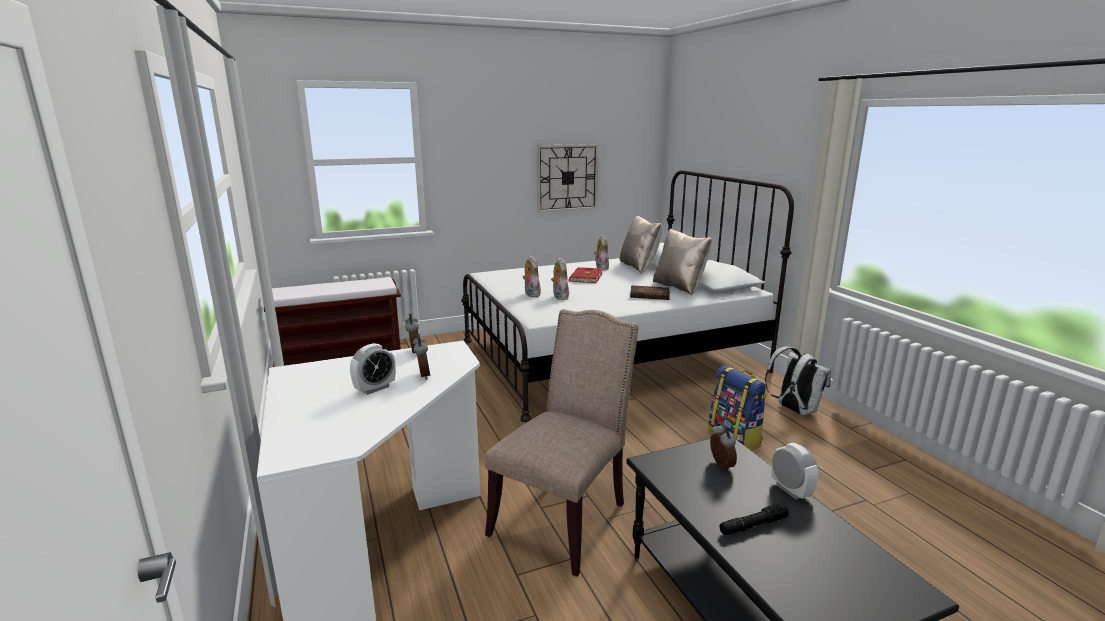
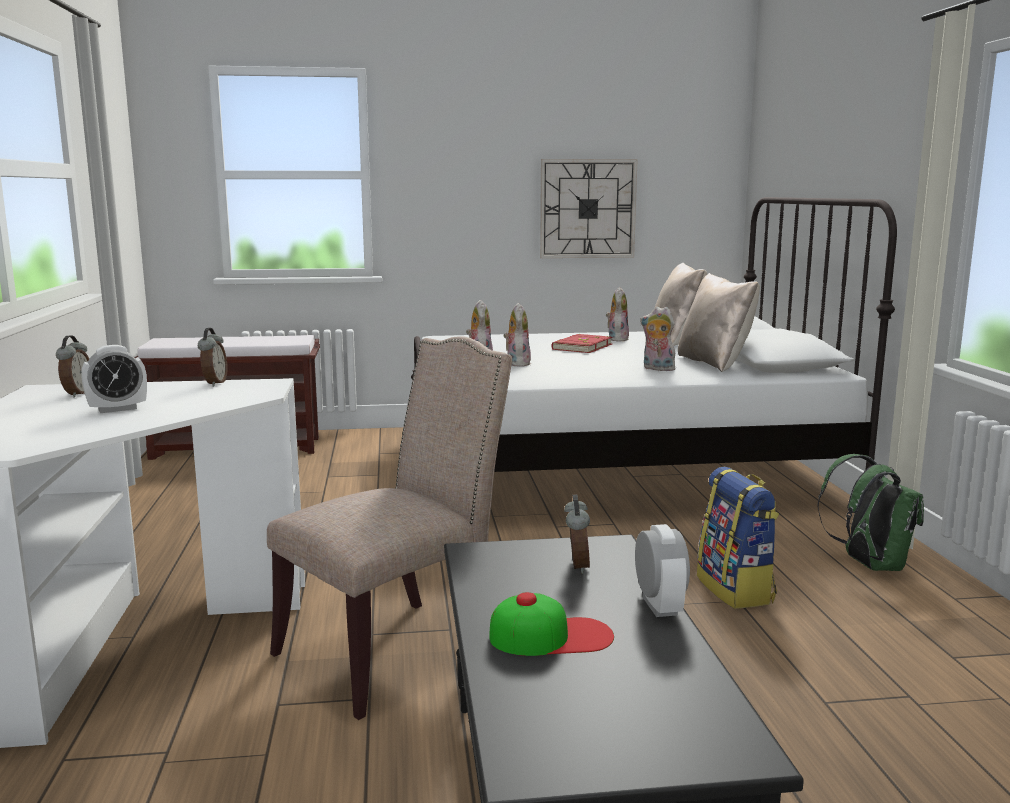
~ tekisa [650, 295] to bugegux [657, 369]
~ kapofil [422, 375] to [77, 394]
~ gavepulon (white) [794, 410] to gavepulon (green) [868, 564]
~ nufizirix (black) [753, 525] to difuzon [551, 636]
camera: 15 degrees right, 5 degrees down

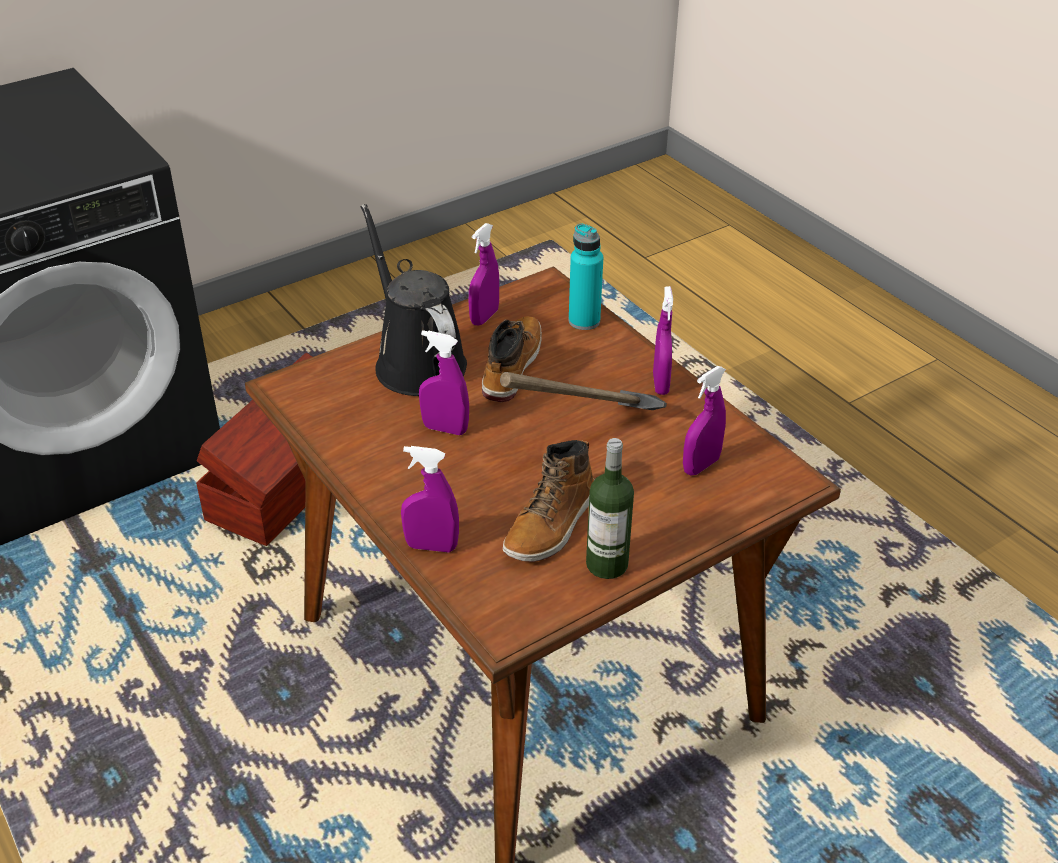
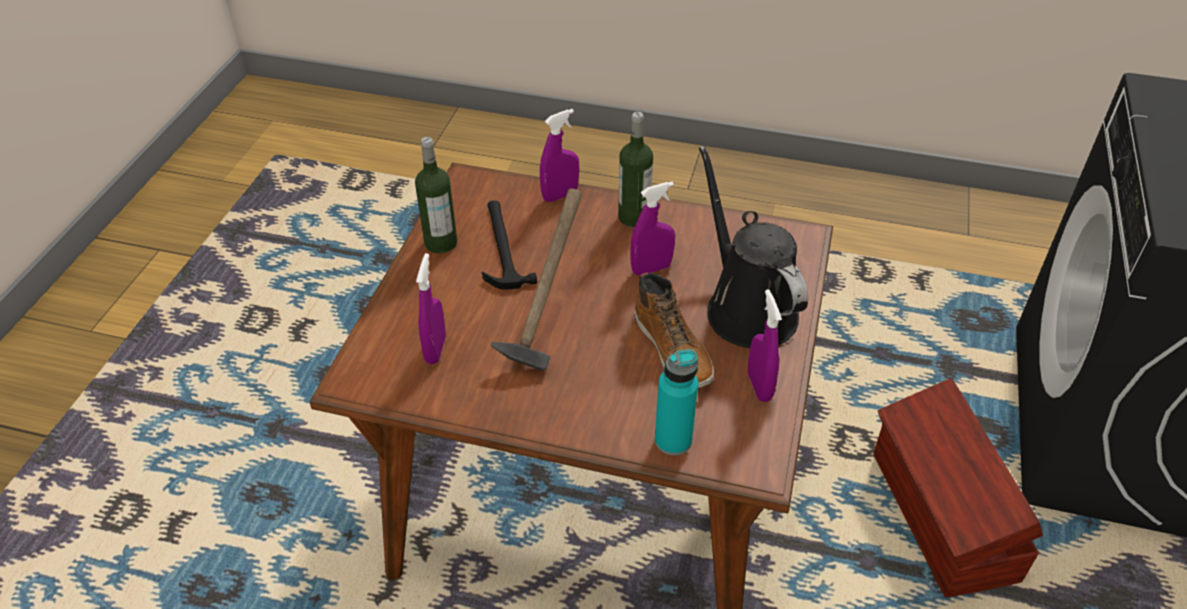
~ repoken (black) [416, 362] = [746, 308] 135 degrees counterclockwise
- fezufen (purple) [660, 384]
~ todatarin [551, 524] to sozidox [501, 247]
+ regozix [634, 217]
camera: 140 degrees right, 5 degrees up

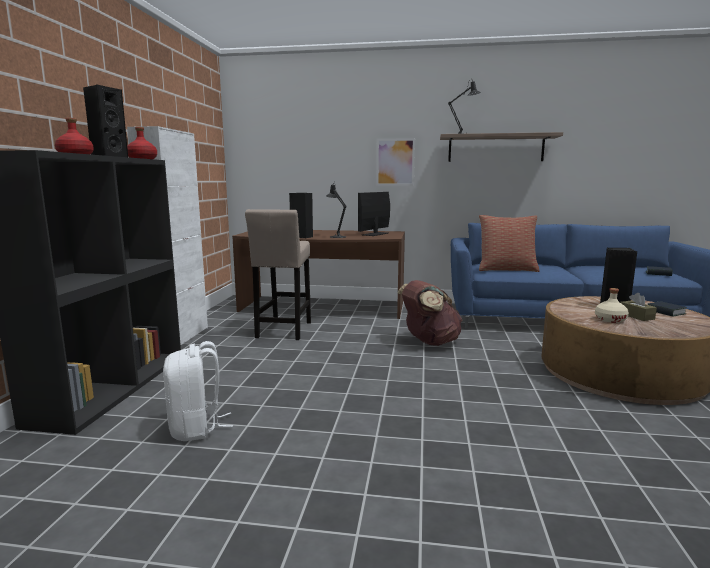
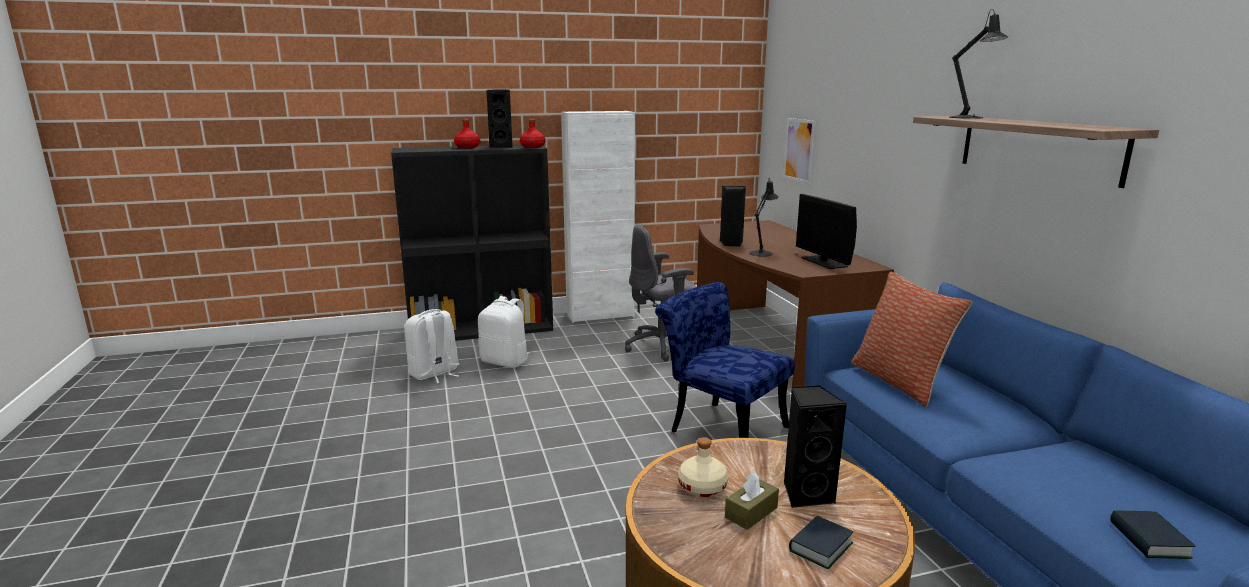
~ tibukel [395, 162] to [799, 150]
~ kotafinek [375, 234] = [823, 262] 120 degrees counterclockwise
~ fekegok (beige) [283, 331] to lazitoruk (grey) [662, 346]
~ gavepulon (brown) [429, 342] to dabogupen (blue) [720, 427]
+ gavepulon (white) [505, 362]
camera: 65 degrees right, 5 degrees up

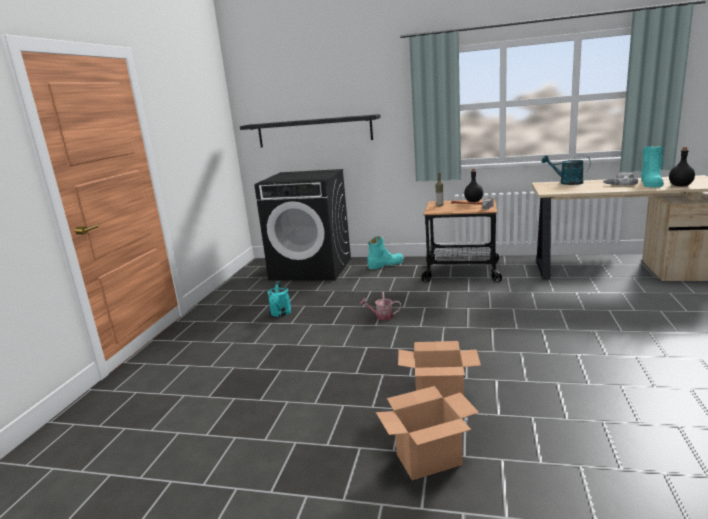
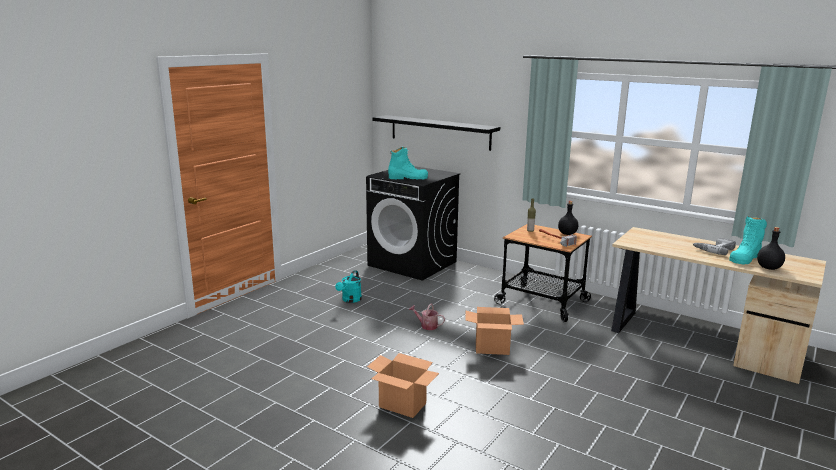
- repoken (turquoise) [566, 183]
~ todatarin (turquoise) [385, 264] to [408, 178]
~ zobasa [429, 459] to [492, 348]
camera: 20 degrees right, 0 degrees up

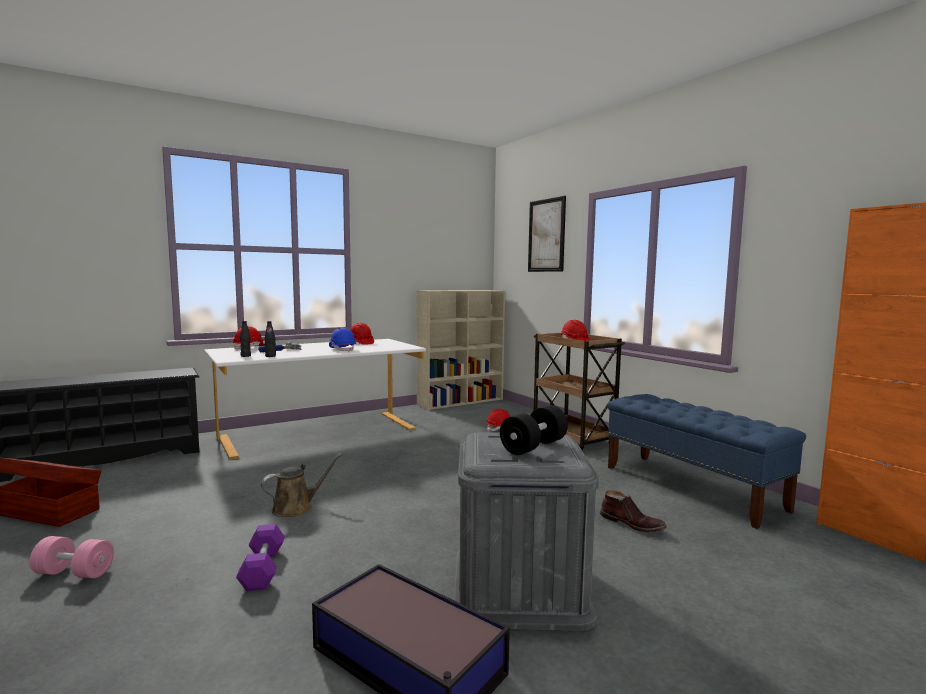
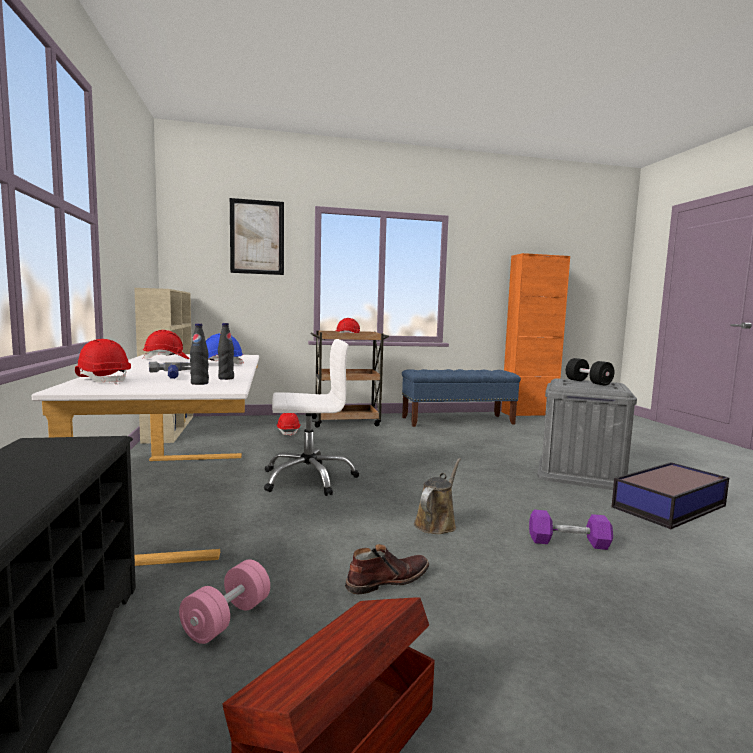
~ repoken (brown) [296, 508] = [436, 523] 45 degrees clockwise
~ todatarin (brown) [632, 524] to [387, 580]
~ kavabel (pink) [74, 573] to [227, 619]
+ lazitoruk (white) [308, 478]
camera: 70 degrees left, 0 degrees up

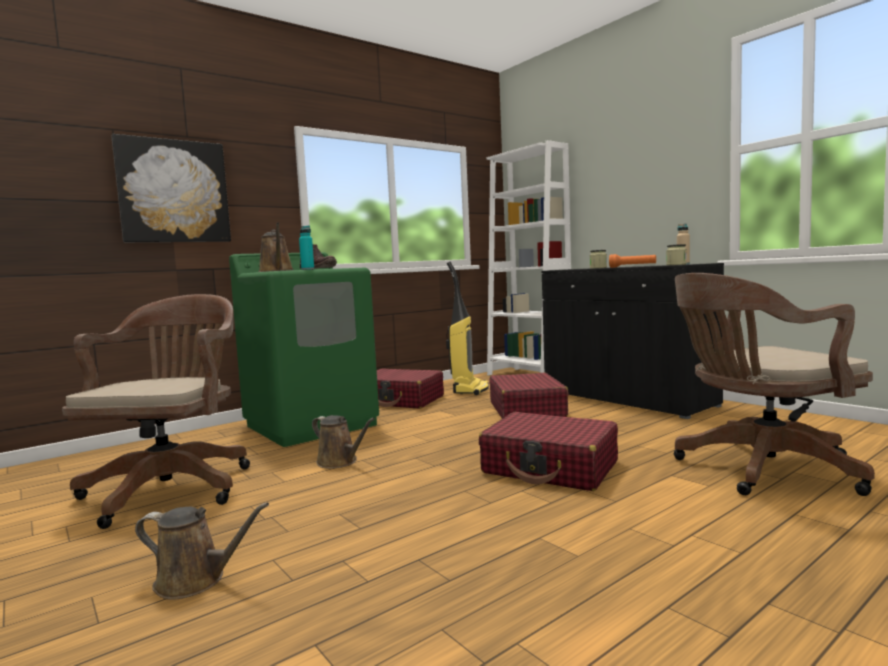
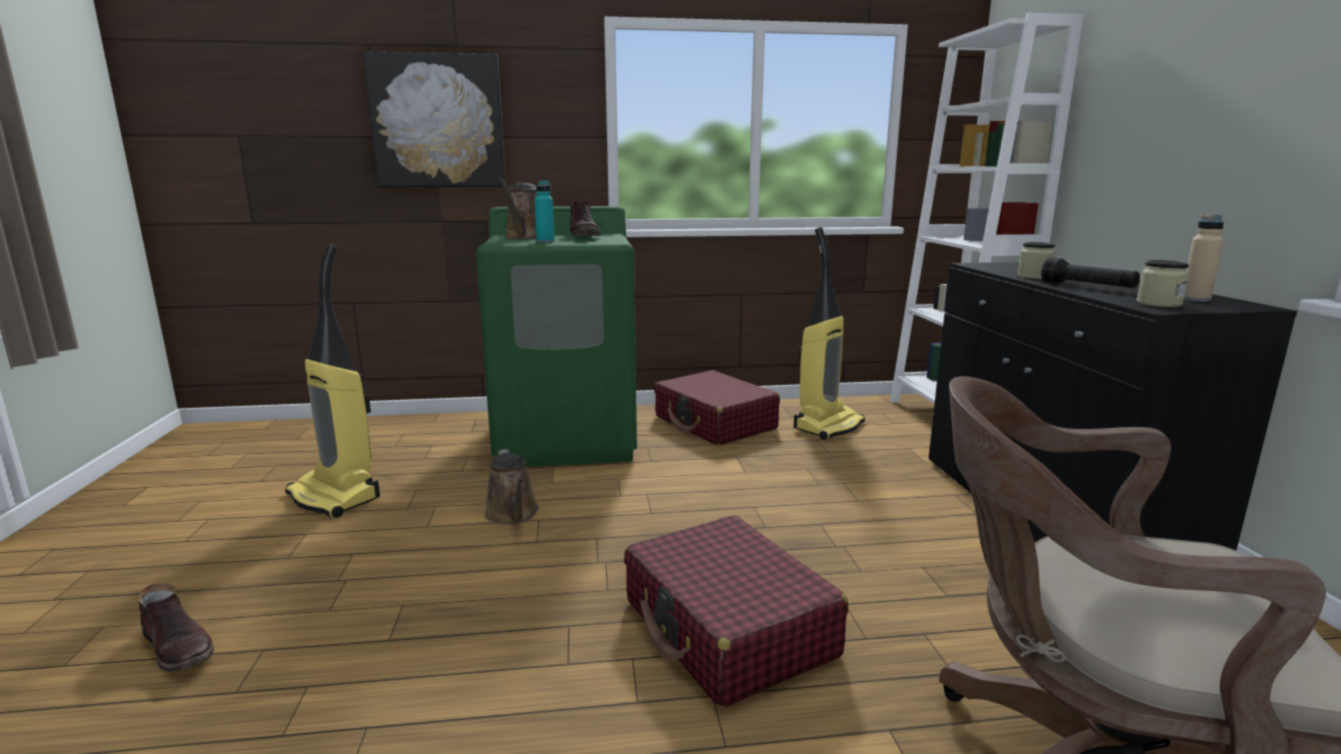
~ nufizirix (orange) [632, 266] to nufizirix (black) [1087, 287]
~ lazitoruk (brown) [173, 487] to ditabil [336, 496]
- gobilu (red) [527, 409]
~ repoken (brown) [196, 581] to todatarin (brown) [179, 647]
camera: 30 degrees right, 10 degrees up

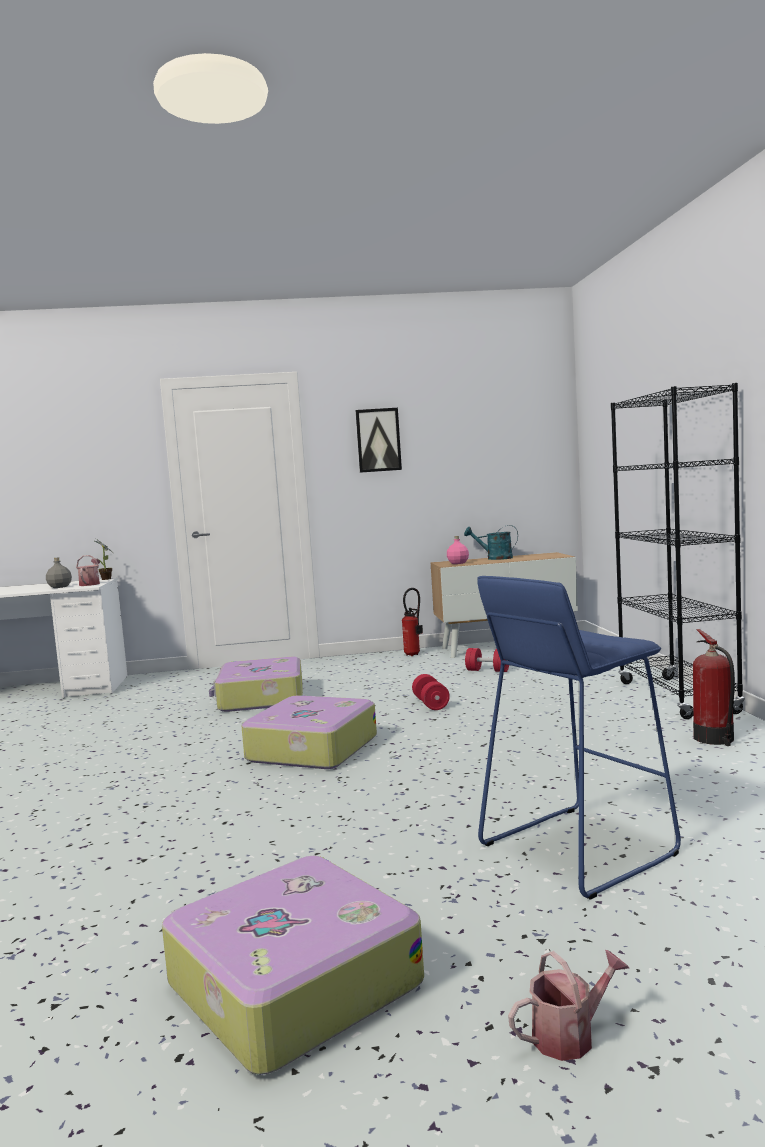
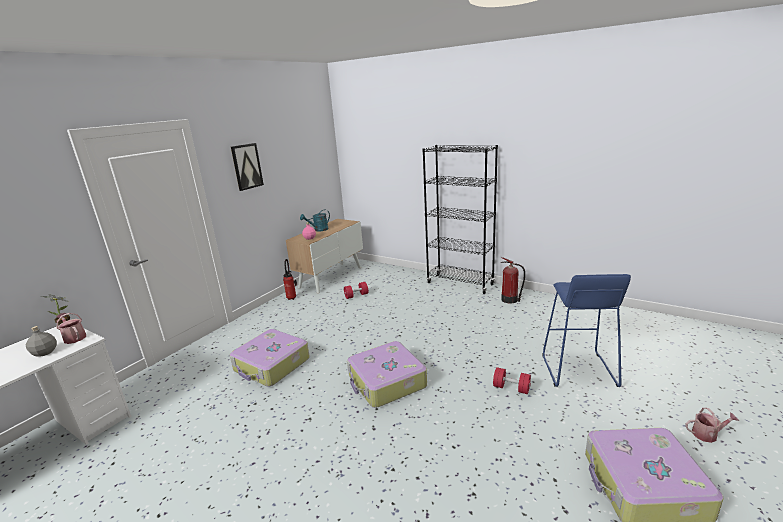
~ kavabel (red) [431, 704] to [511, 388]
~ repoken [570, 1035] = [707, 434] 75 degrees clockwise
camera: 50 degrees left, 15 degrees up

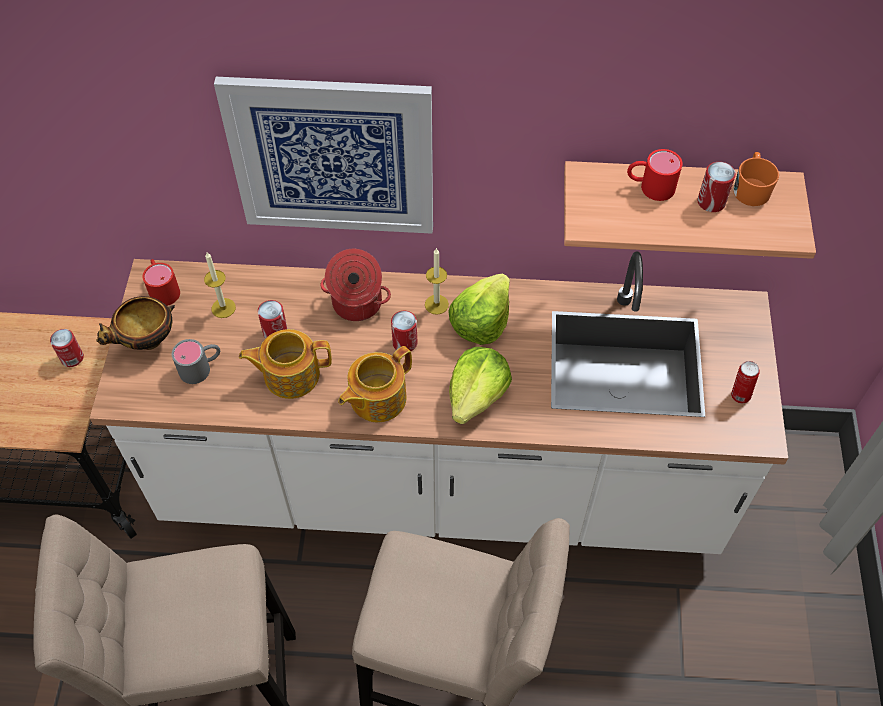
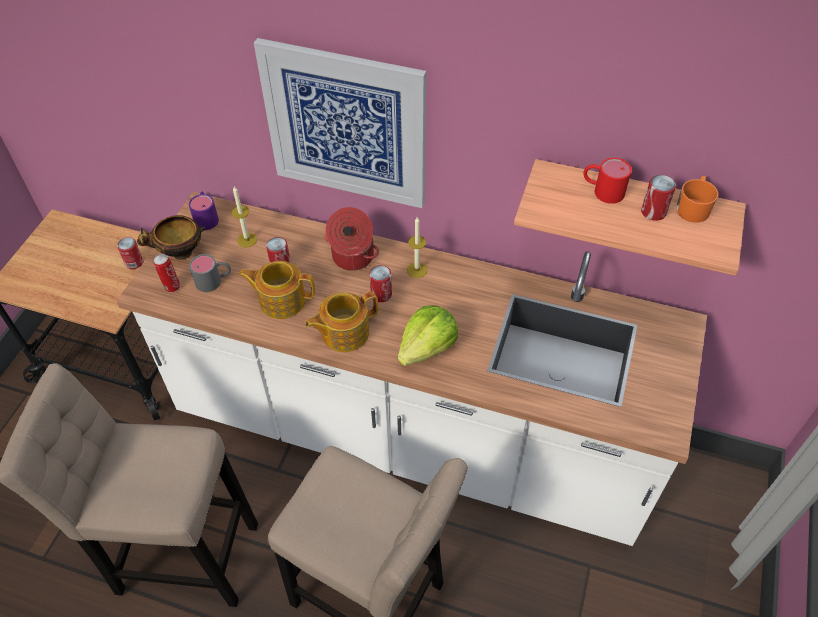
~ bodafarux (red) [163, 288] to bodafarux (purple) [206, 217]
- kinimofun [480, 321]
~ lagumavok [739, 395] to [171, 286]
camera: 15 degrees right, 5 degrees down

